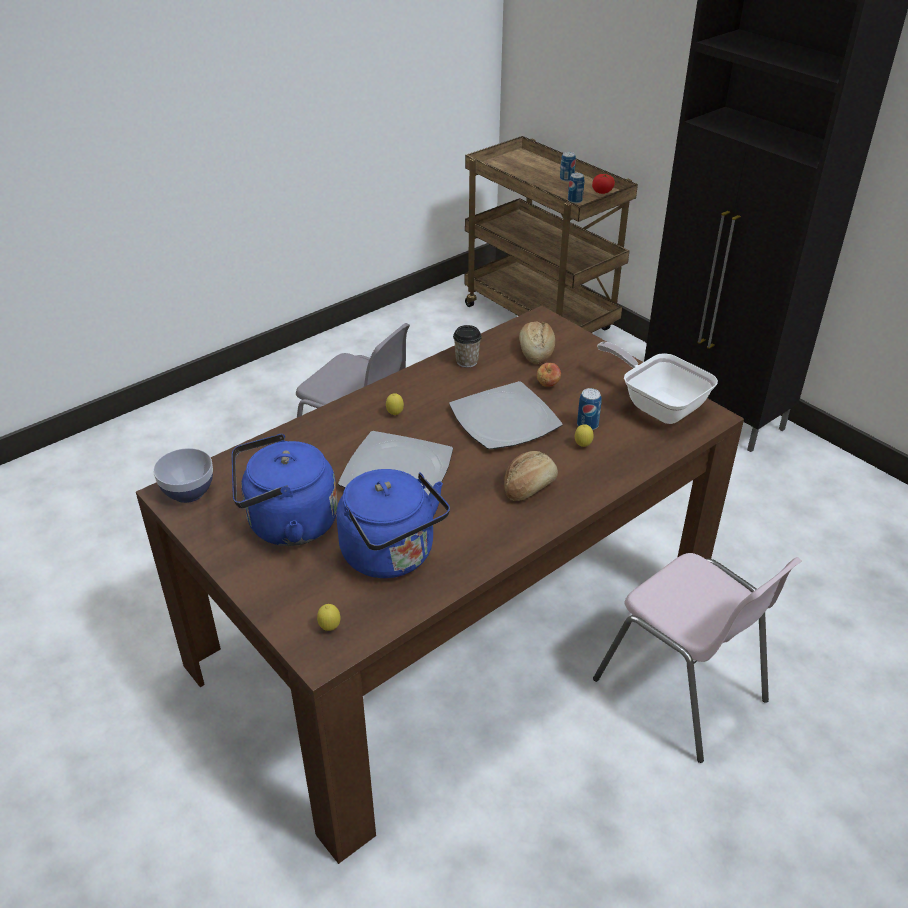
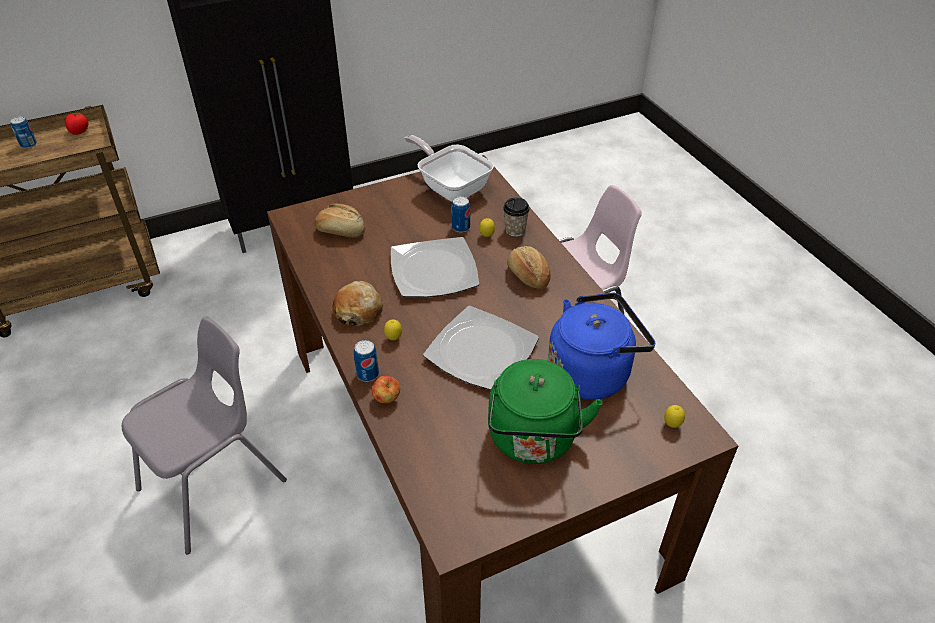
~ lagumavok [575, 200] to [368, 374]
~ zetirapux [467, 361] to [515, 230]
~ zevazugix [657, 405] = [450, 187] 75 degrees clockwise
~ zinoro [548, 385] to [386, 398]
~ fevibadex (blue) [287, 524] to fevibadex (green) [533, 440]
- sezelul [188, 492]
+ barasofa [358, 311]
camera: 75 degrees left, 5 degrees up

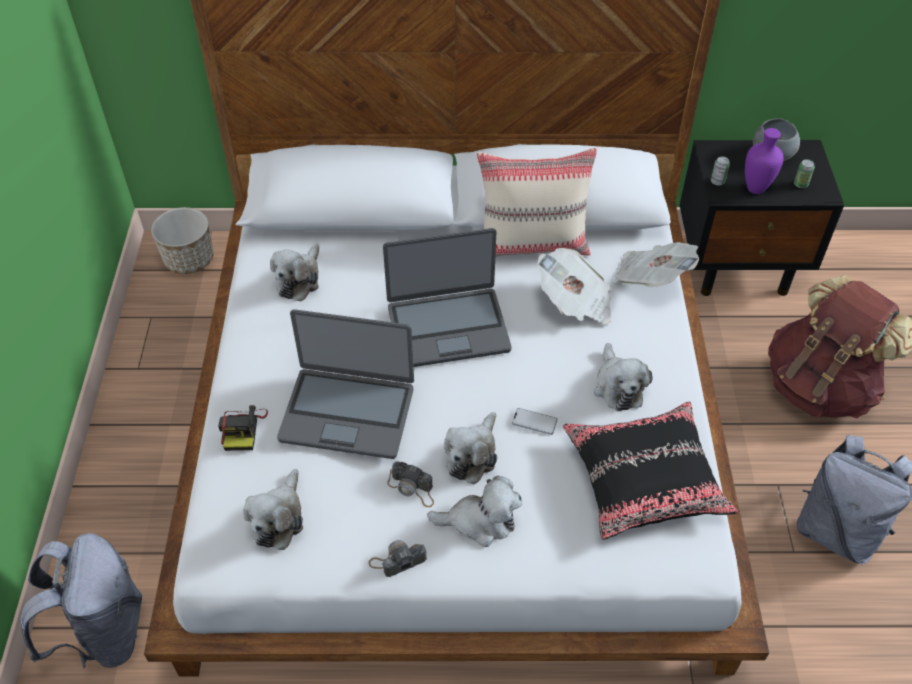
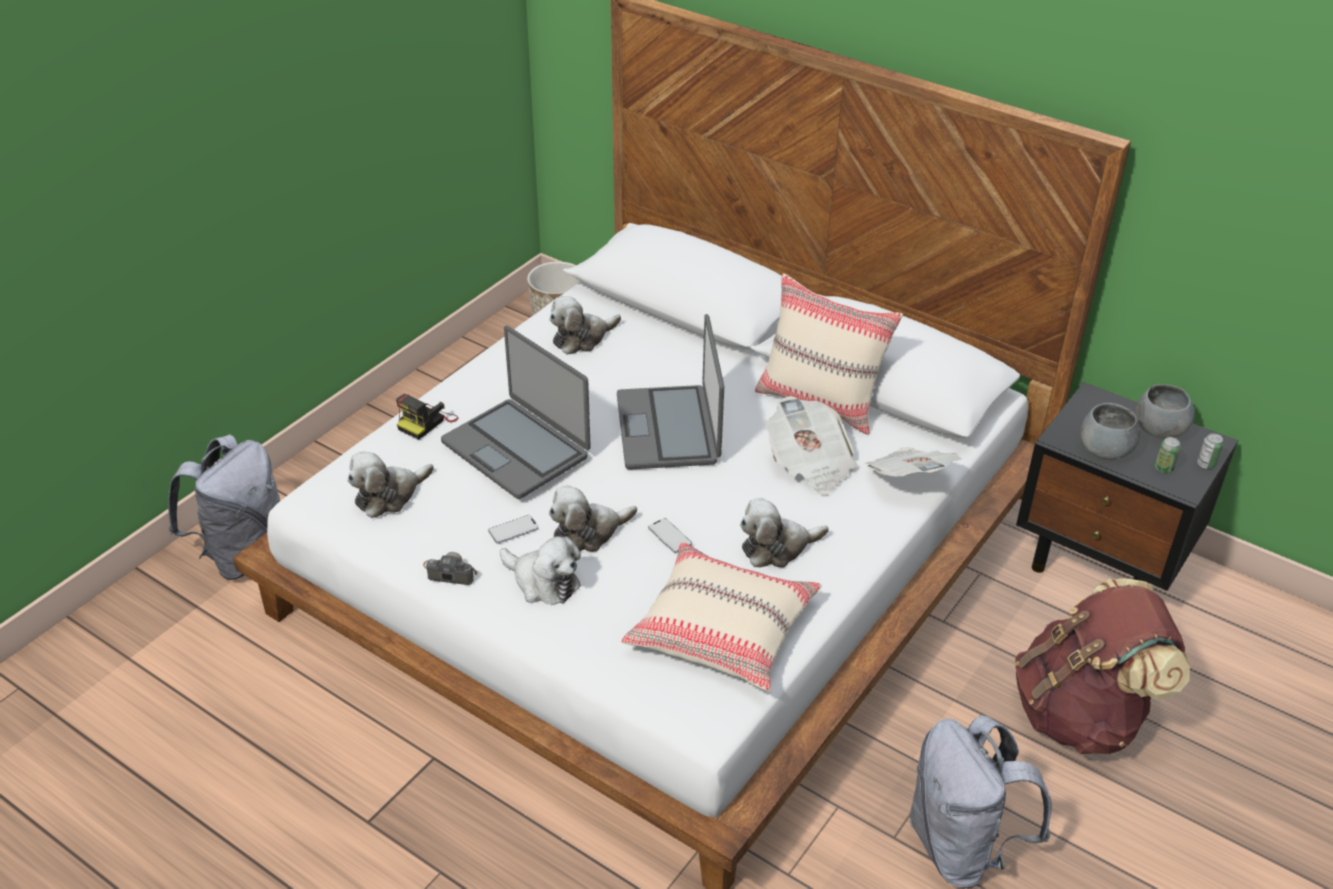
~ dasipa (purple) [756, 188] to sezelul (grey) [1105, 450]
~ lagumavok [717, 181] to [1205, 464]
~ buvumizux [448, 327] = [669, 429] 60 degrees clockwise
~ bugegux [618, 386] = [777, 547] 45 degrees clockwise
~ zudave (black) [645, 479] to zudave (beige) [722, 629]
~ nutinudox [412, 488] to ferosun [513, 530]
camera: 35 degrees right, 10 degrees down

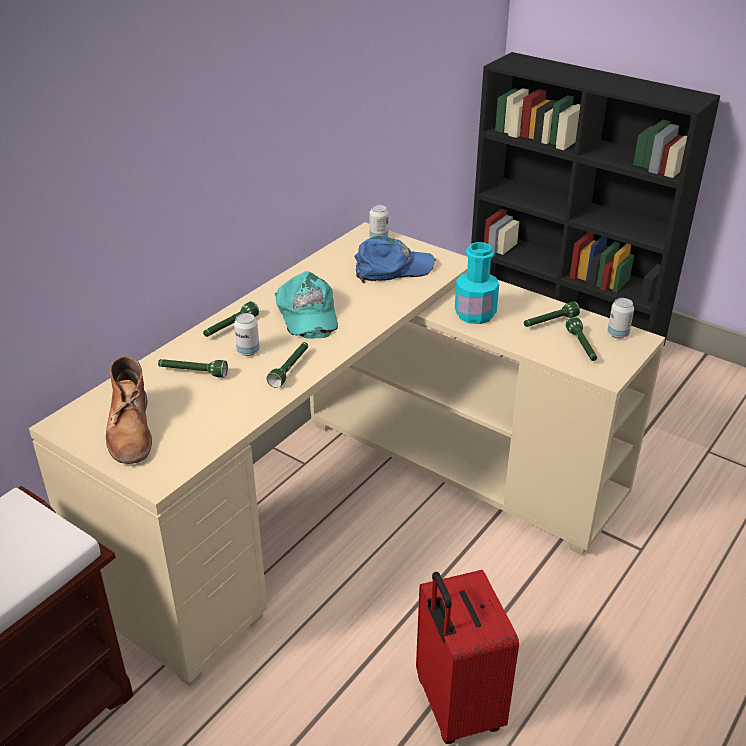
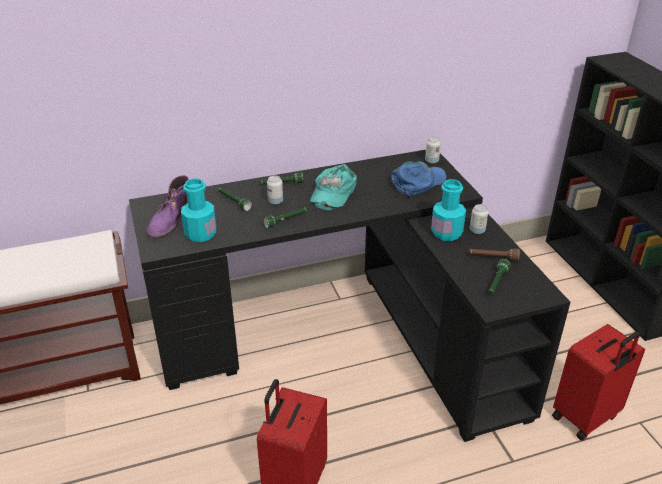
~ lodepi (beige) [356, 503] to lodepi (black) [348, 336]
~ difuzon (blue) [392, 268] = [418, 183] 60 degrees counterclockwise
~ lagumavok [618, 334] to [477, 230]
~ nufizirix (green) [549, 322] to nufizirix (brown) [493, 258]
~ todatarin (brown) [130, 430] to todatarin (purple) [171, 220]
+ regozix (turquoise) [200, 233]
+ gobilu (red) [586, 417]
camera: 35 degrees right, 0 degrees up

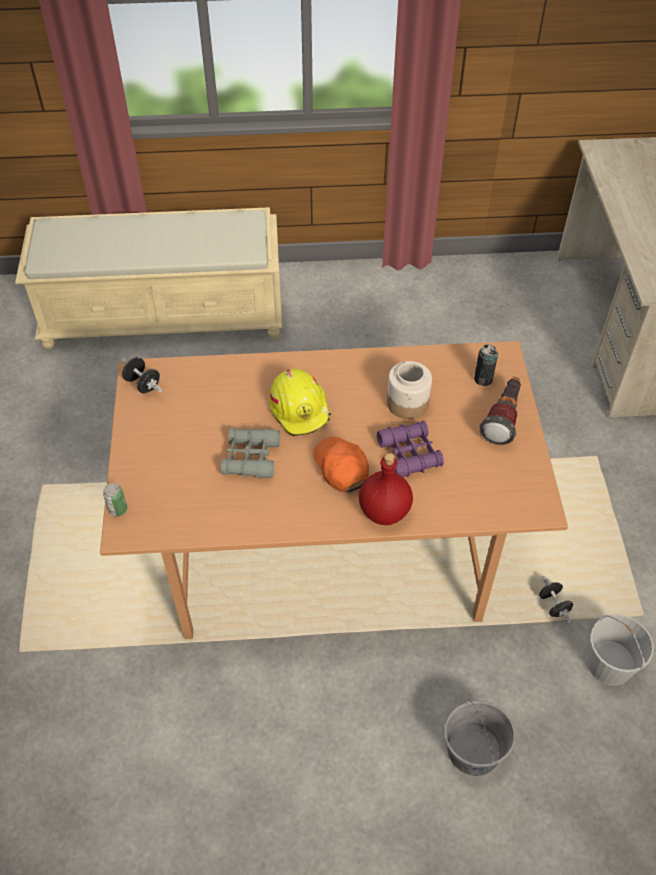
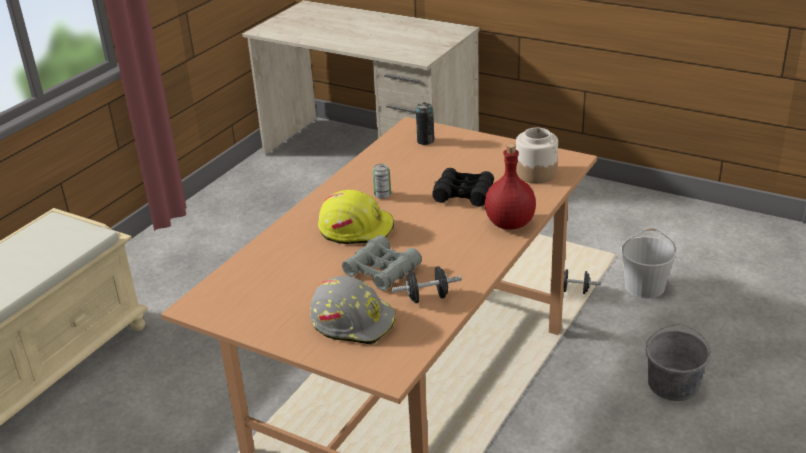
~ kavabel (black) [143, 384] to [427, 297]
~ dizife [408, 402] to [536, 173]
- nufizirix [503, 418]
~ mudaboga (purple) [409, 454] to mudaboga (black) [463, 194]
- difuzon (orange) [341, 468]
~ lagumavok [118, 509] to [382, 195]
+ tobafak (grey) [353, 321]
camera: 55 degrees left, 20 degrees down

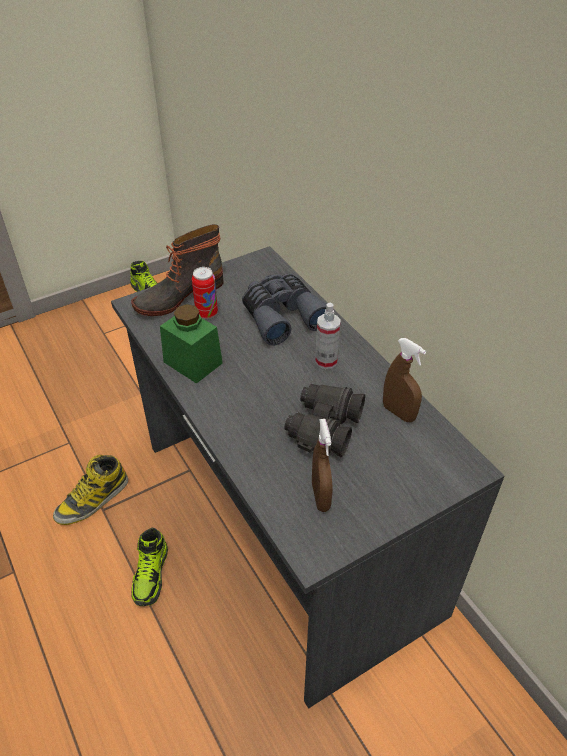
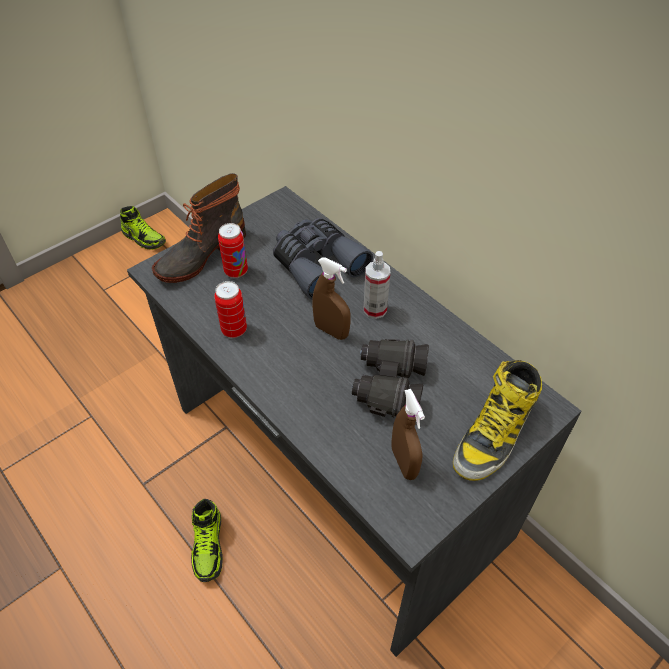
~ dizife (green) [193, 362] to lagumavok [234, 330]
~ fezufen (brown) [398, 413] to [331, 331]
~ todatarin [93, 500] to [494, 433]
camera: 10 degrees left, 5 degrees up

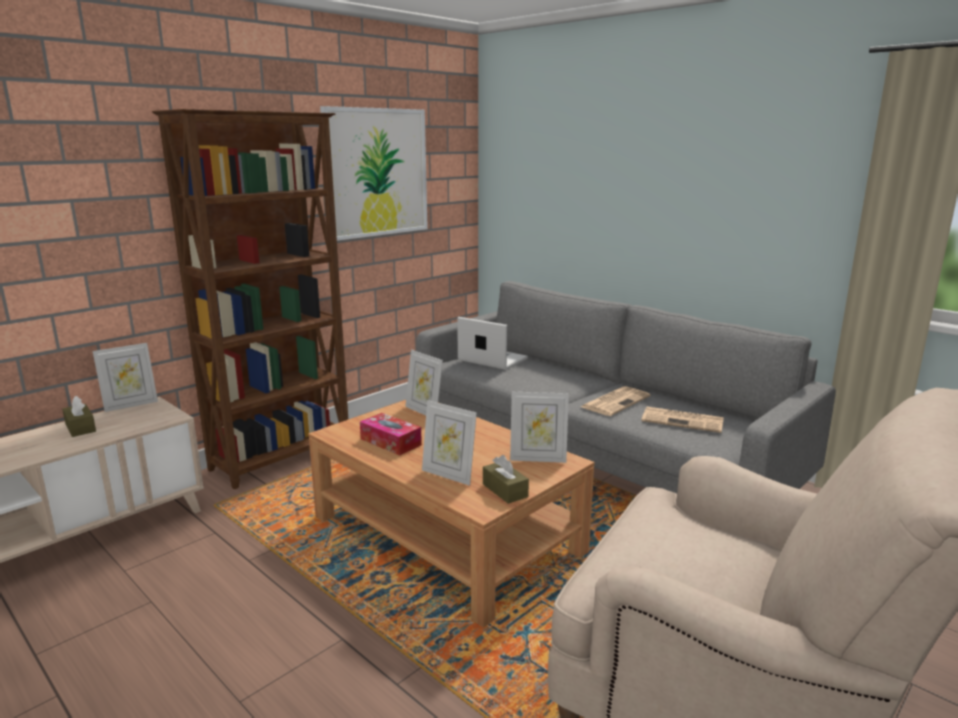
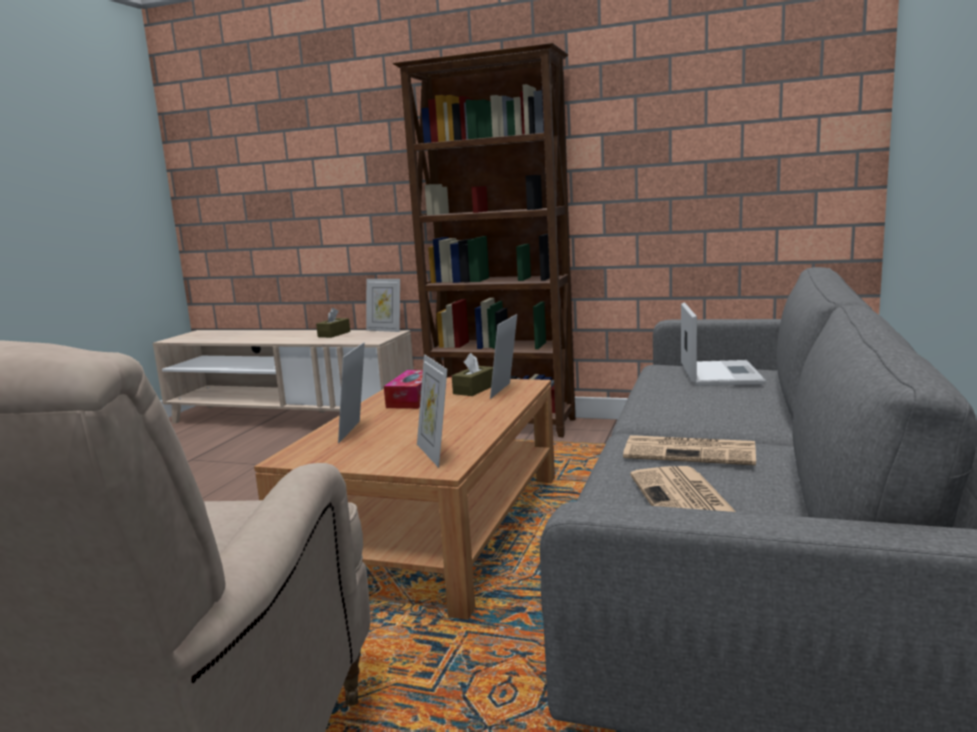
- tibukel [376, 172]
~ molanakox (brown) [505, 490] to [474, 389]
camera: 65 degrees right, 5 degrees down

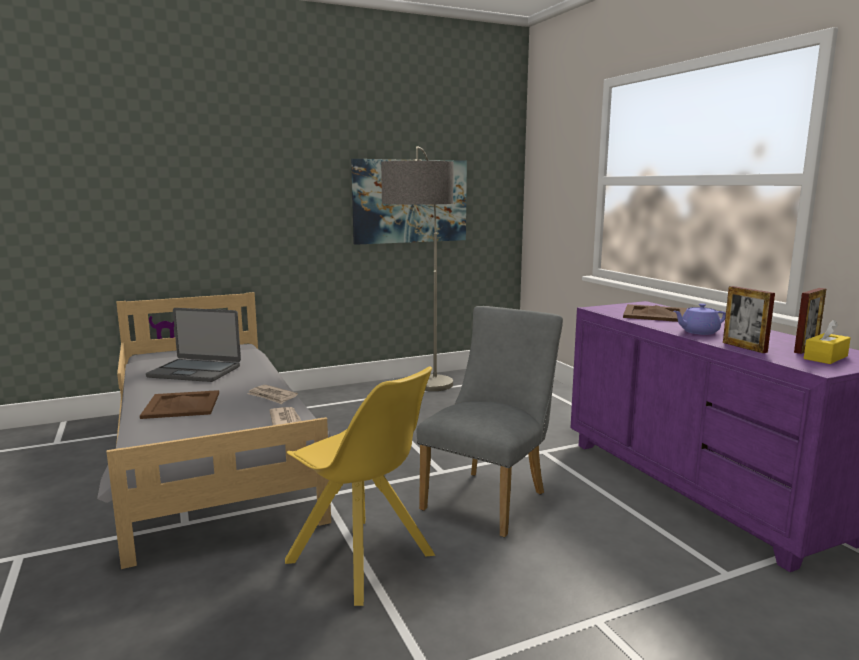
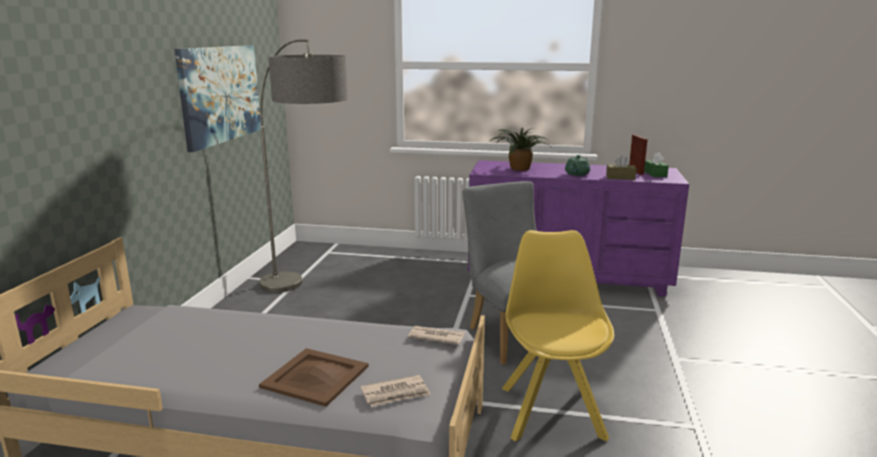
~ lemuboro [744, 347] to molanakox (brown) [620, 177]
~ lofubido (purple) [698, 332] to lofubido (green) [577, 174]
~ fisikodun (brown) [655, 314] to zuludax [519, 168]
- buvumizux [195, 371]
~ molanakox (yellow) [825, 357] to molanakox (green) [655, 174]
~ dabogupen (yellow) [363, 560] = [551, 410] 75 degrees counterclockwise
~ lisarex [272, 396] to [396, 394]
camera: 55 degrees left, 5 degrees up

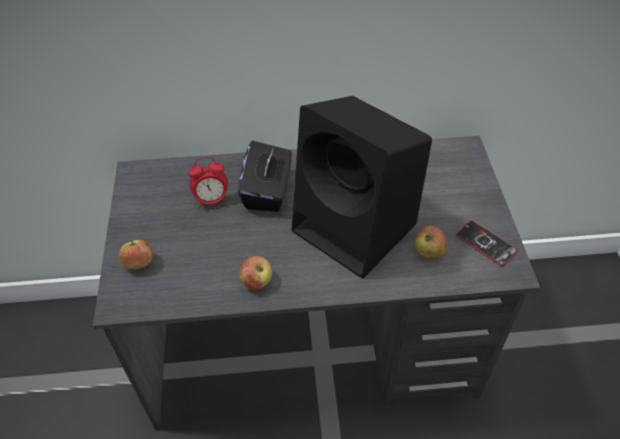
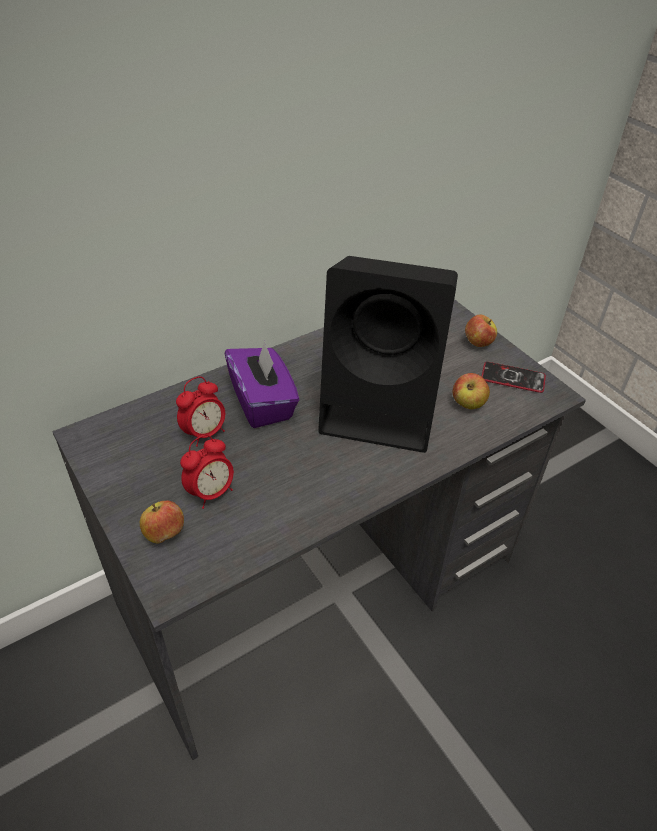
~ molanakox (black) [268, 191] to molanakox (purple) [263, 403]
~ zinoro [257, 281] to [478, 343]
+ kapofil [211, 493]
camera: 30 degrees left, 5 degrees down

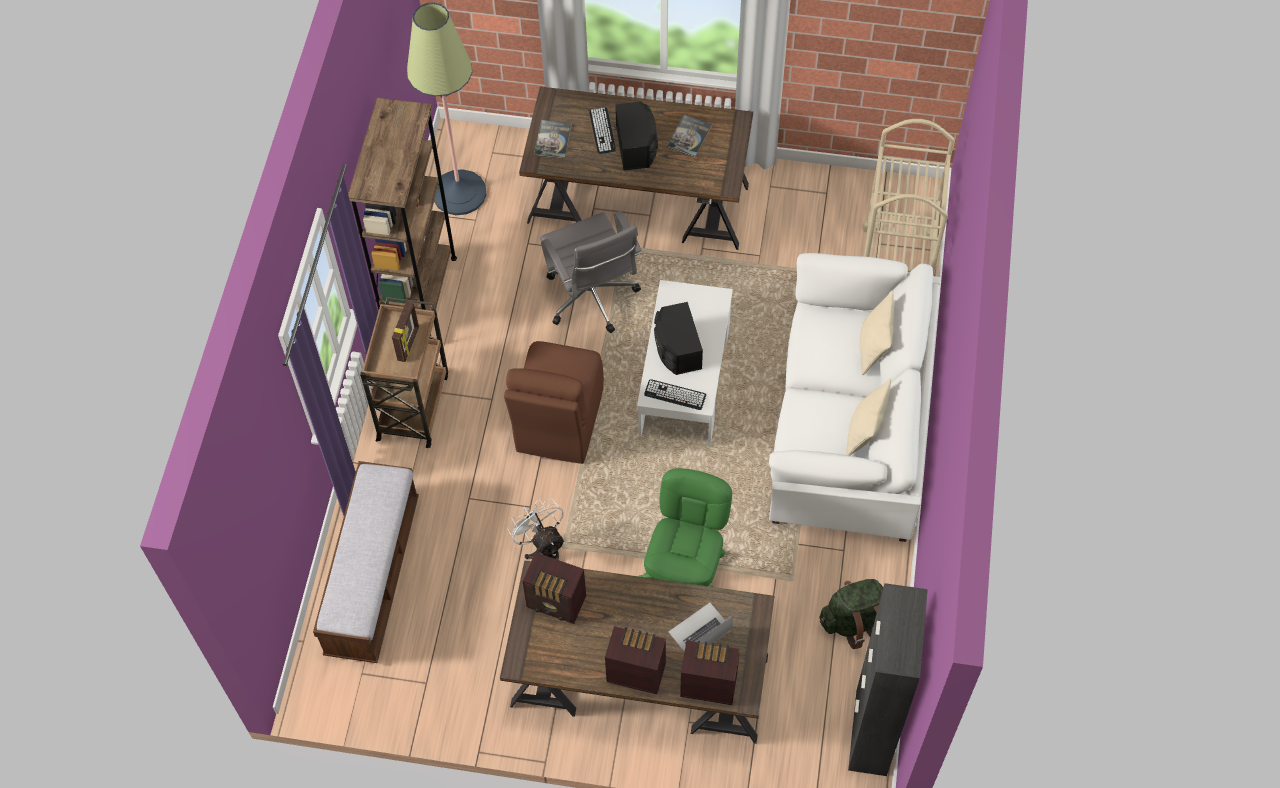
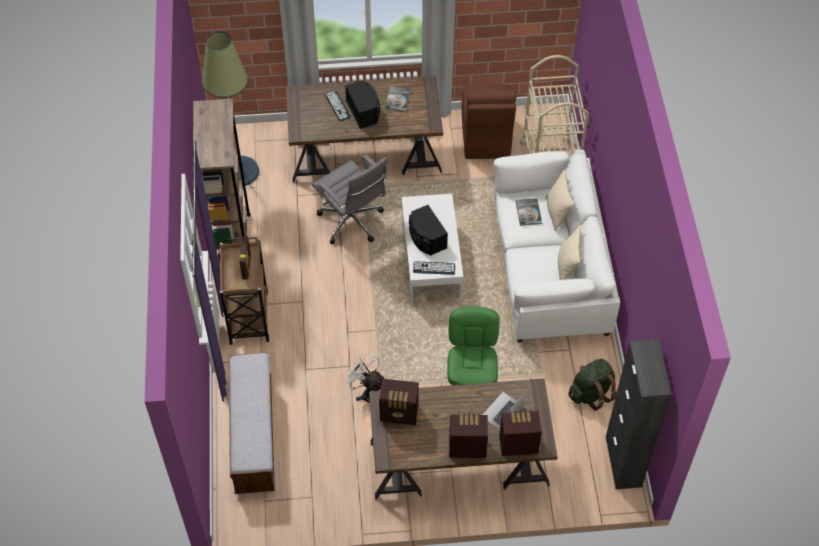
~ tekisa [553, 140] to [528, 212]
~ dabogupen (brown) [558, 422] to [485, 138]
camera: 15 degrees left, 5 degrees down

